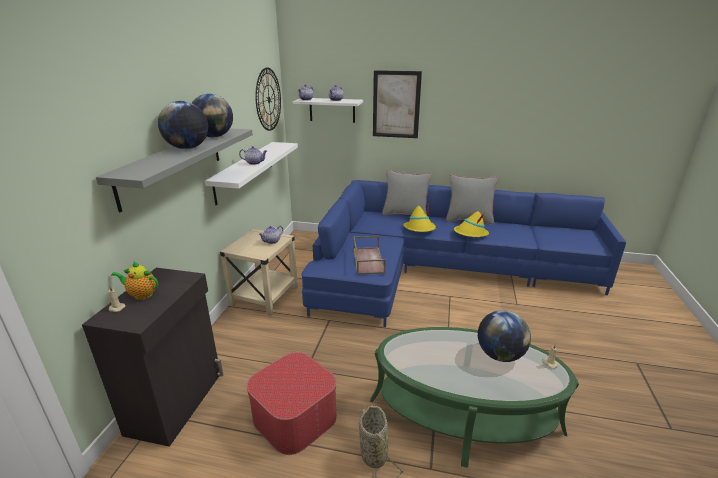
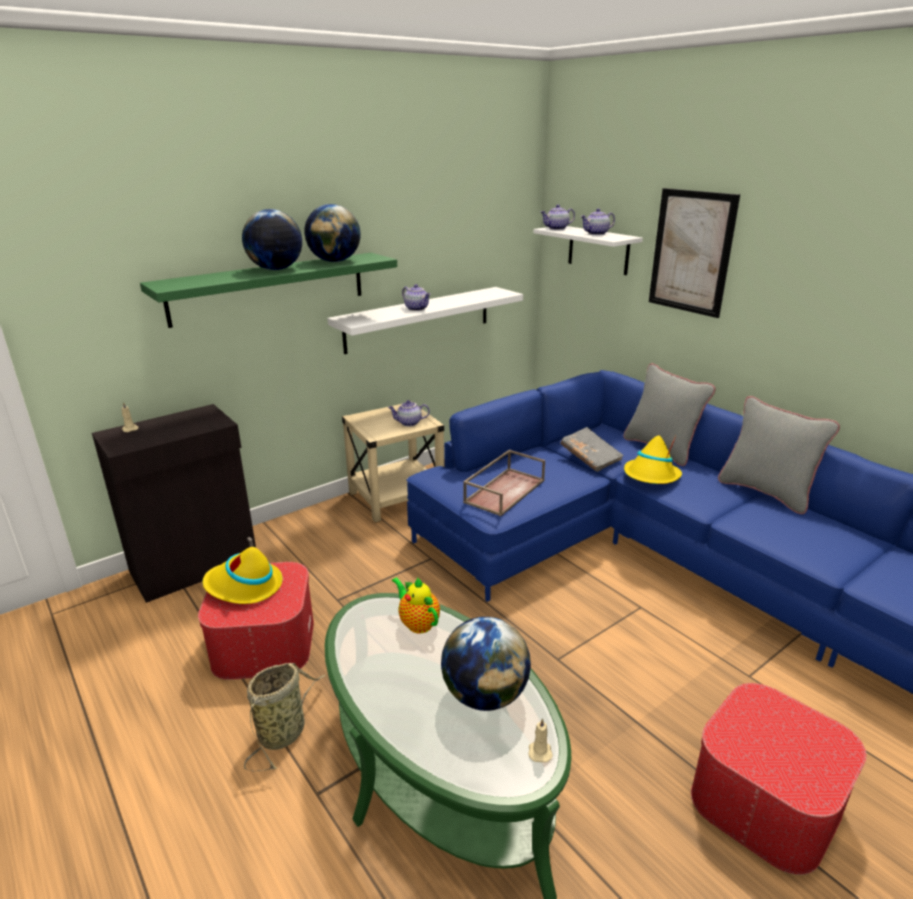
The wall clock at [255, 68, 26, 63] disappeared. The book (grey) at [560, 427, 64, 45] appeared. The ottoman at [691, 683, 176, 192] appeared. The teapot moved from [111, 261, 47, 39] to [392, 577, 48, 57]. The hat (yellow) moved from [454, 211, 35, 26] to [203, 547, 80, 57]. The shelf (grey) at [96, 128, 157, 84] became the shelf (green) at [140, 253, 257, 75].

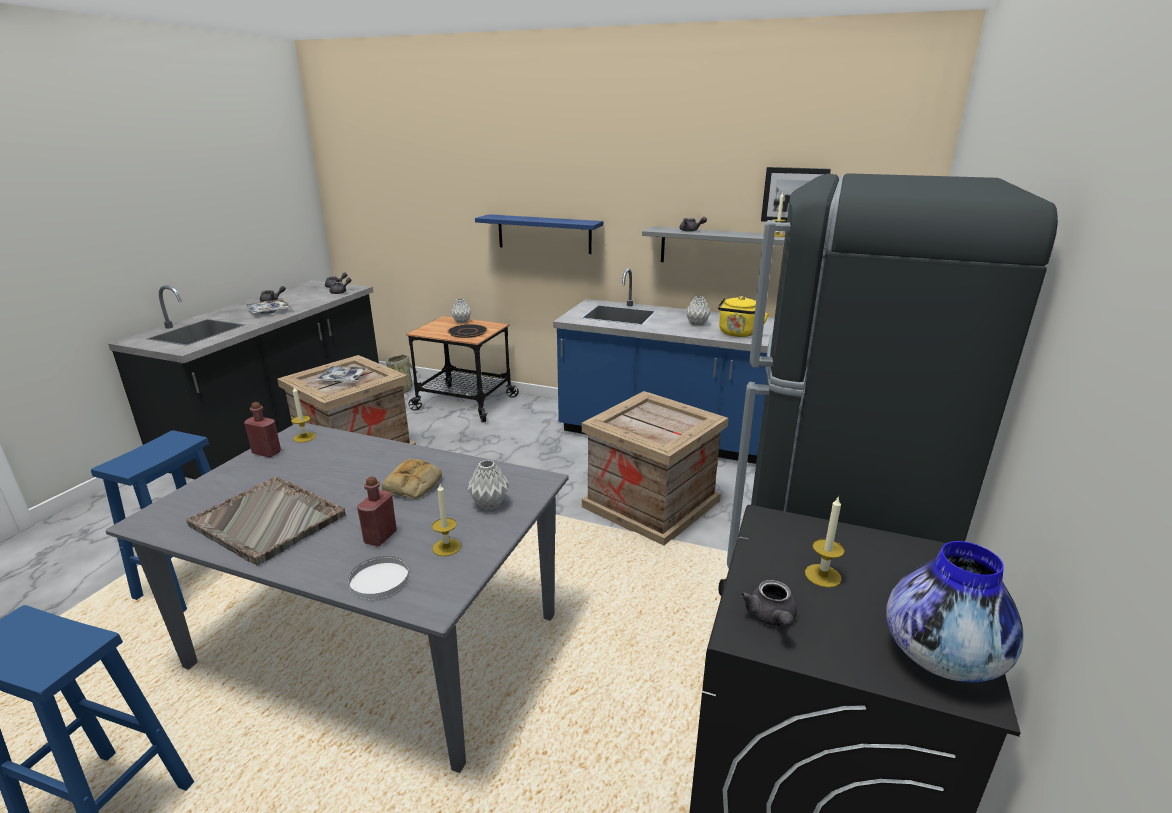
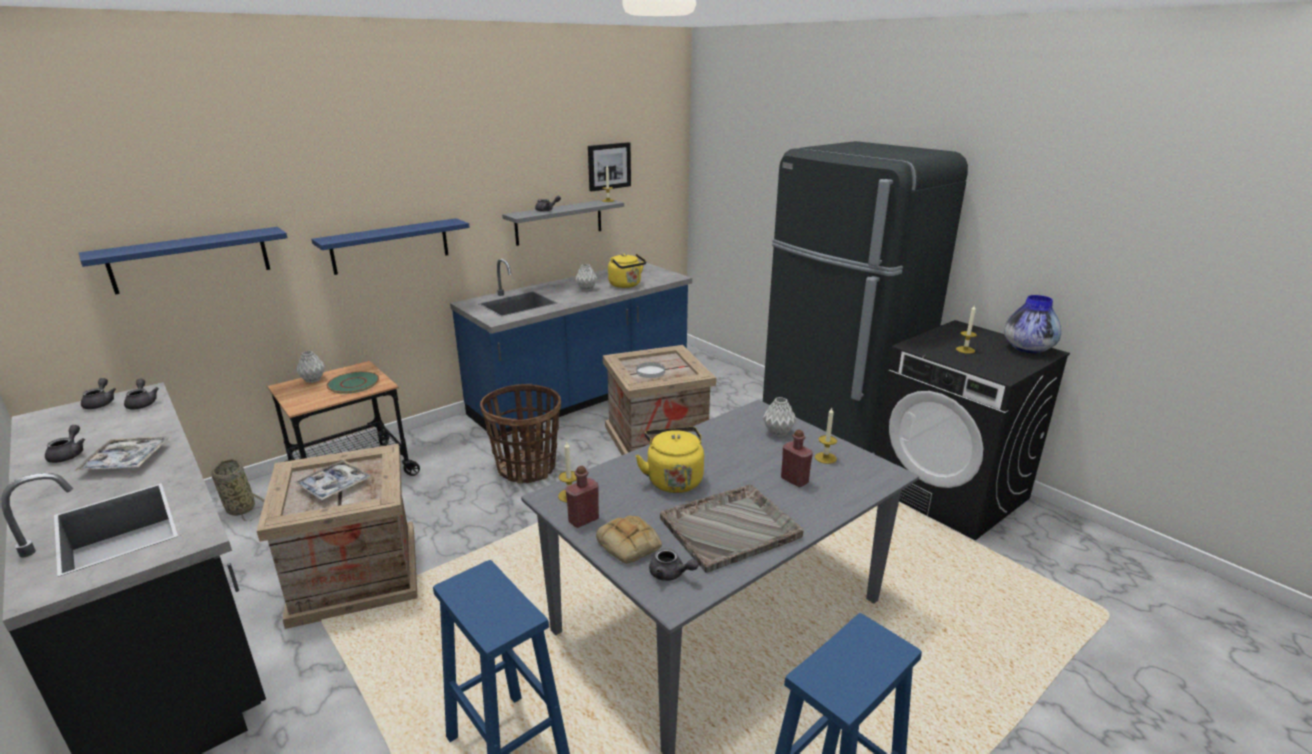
The shelf (blue) at [79, 227, 208, 67] appeared. The basket at [480, 384, 81, 100] appeared. The kettle (yellow) at [635, 427, 69, 66] appeared. The plate (white) moved from [348, 556, 61, 45] to [636, 362, 29, 16]. The bread moved from [382, 459, 60, 40] to [596, 516, 66, 48]. The teapot (grey) moved from [741, 580, 56, 47] to [649, 548, 49, 33]. The plate (black) at [448, 324, 39, 14] became the plate (green) at [326, 371, 53, 23].

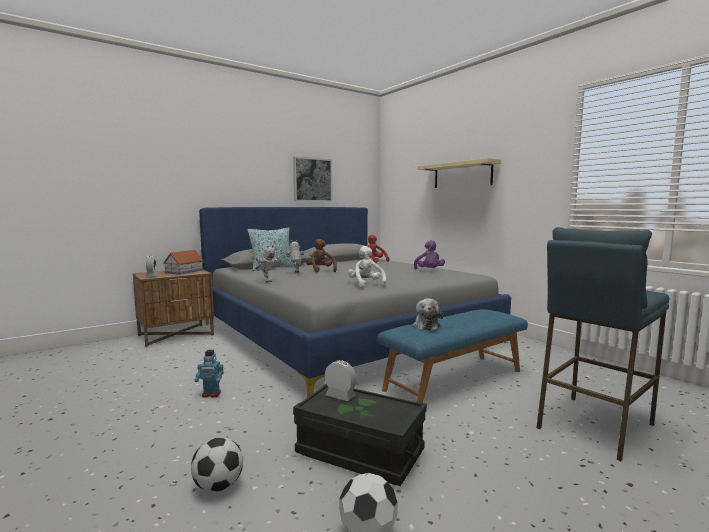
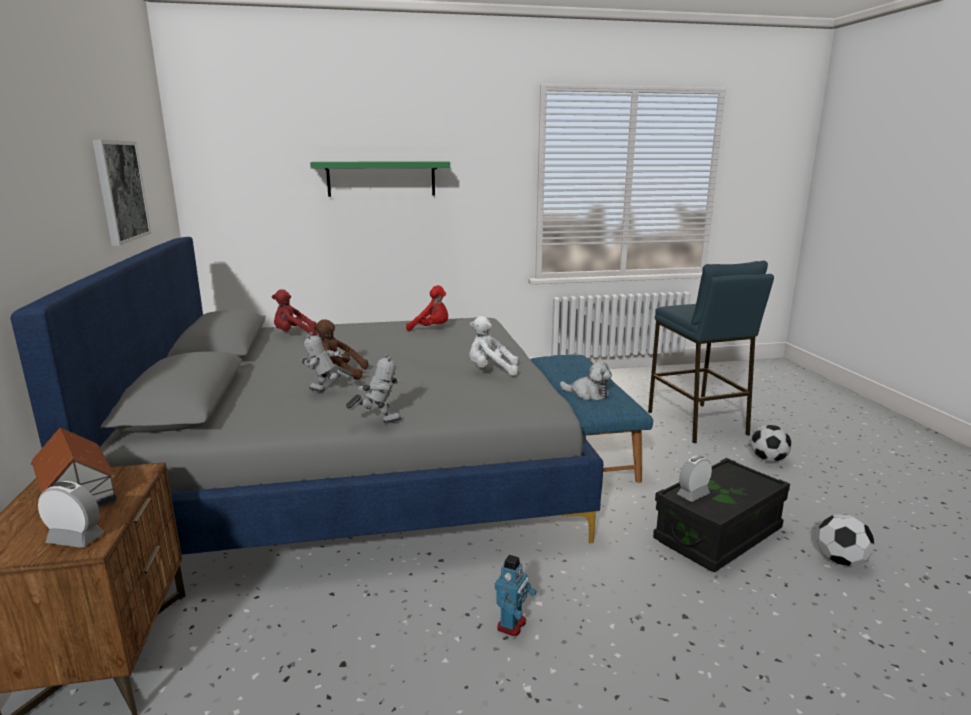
The pillow at [248, 227, 47, 44] disappeared. The football moved from [191, 437, 52, 55] to [751, 425, 40, 37]. The plush toy (purple) at [414, 240, 31, 30] became the plush toy (red) at [406, 285, 42, 46]. The shelf (beige) at [417, 158, 84, 30] became the shelf (green) at [310, 161, 140, 36].

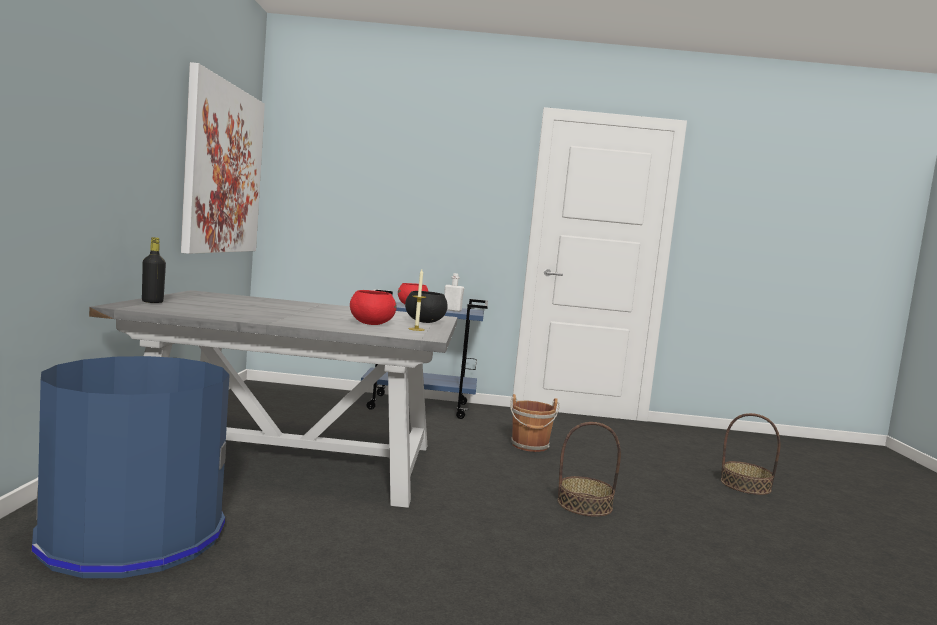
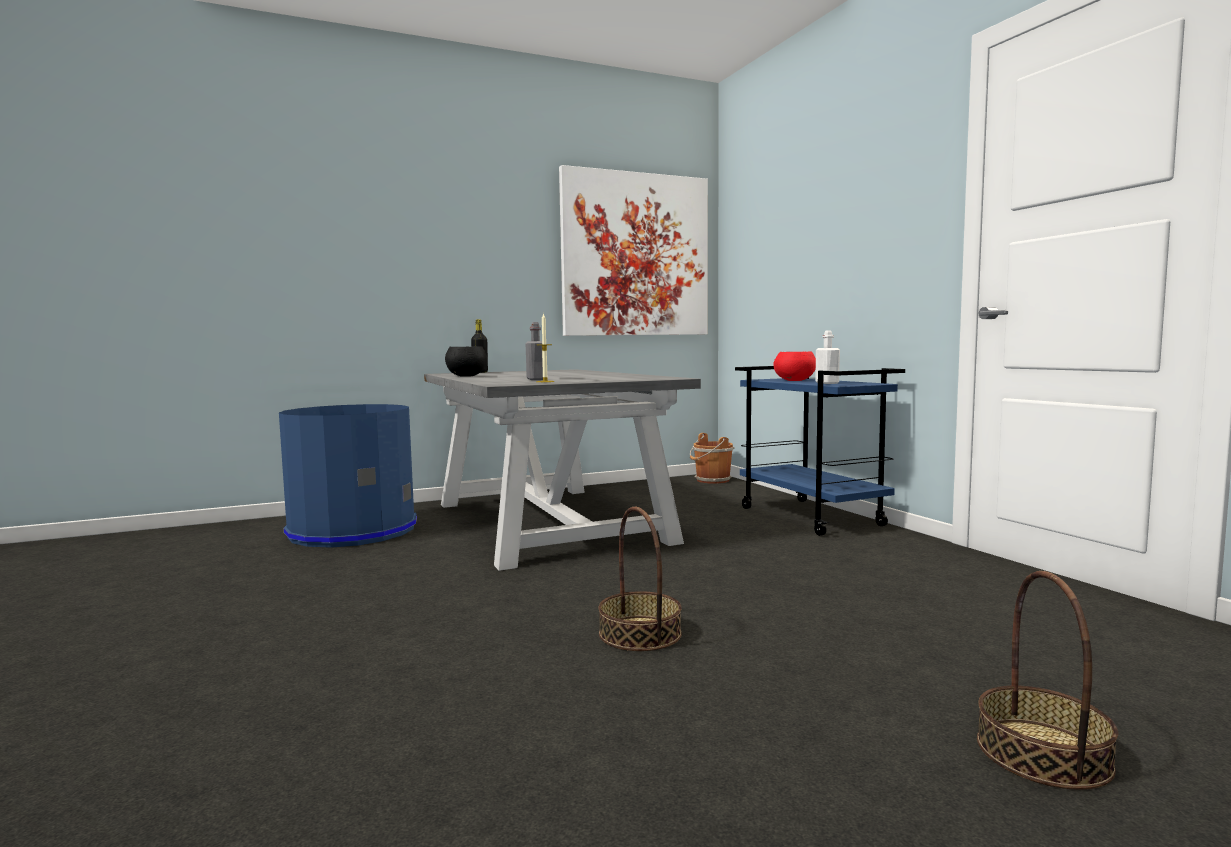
The bowl (black) moved from [405, 291, 43, 32] to [445, 346, 42, 31]. The bucket (brown) moved from [510, 394, 50, 58] to [690, 433, 45, 50]. The bowl (red) at [350, 290, 47, 35] was replaced by the bottle (grey) at [526, 322, 17, 58].

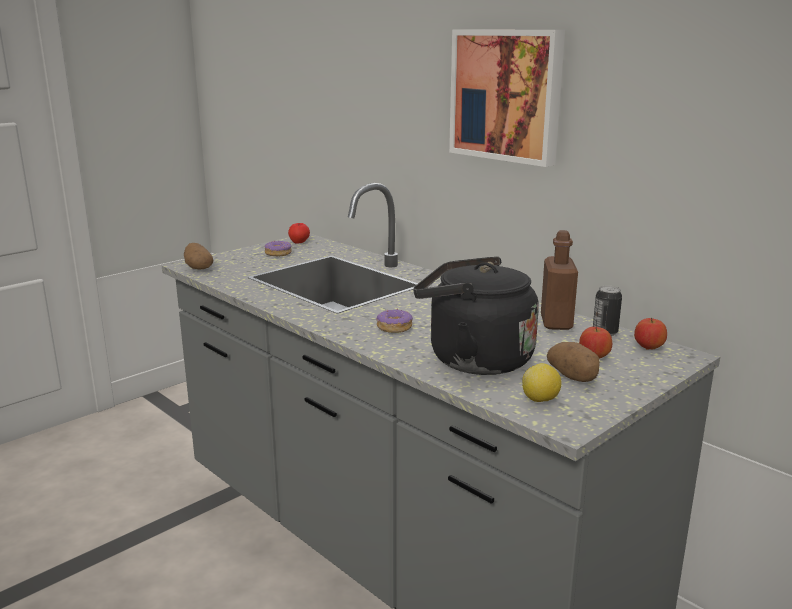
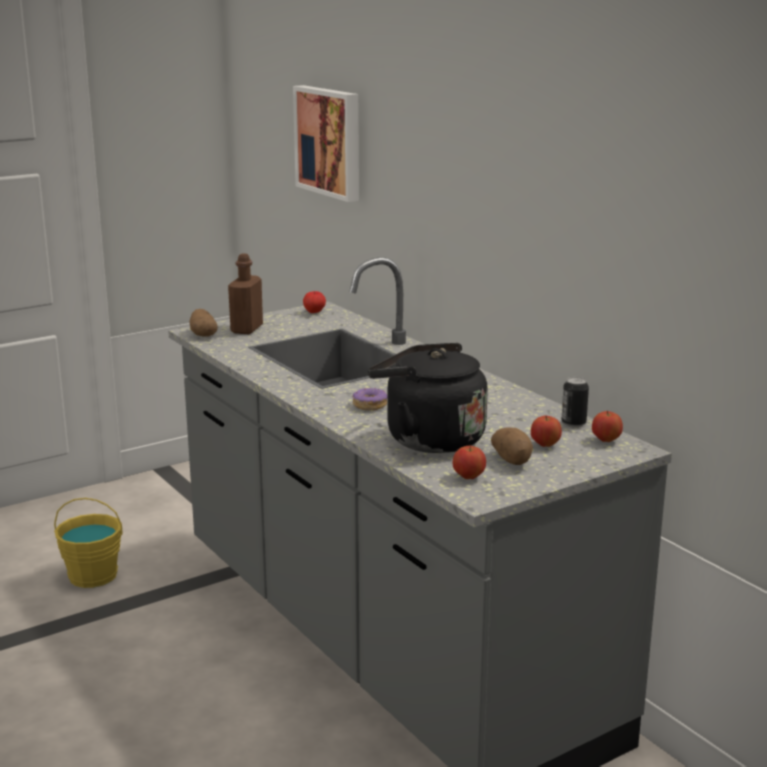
The donut at [264, 240, 28, 16] disappeared. The bucket (yellow) at [54, 498, 68, 90] appeared. The picture moved from [449, 30, 116, 137] to [293, 85, 66, 117]. The bottle (brown) moved from [541, 230, 37, 100] to [228, 253, 35, 81]. The lemon at [522, 363, 40, 39] was replaced by the apple at [453, 446, 33, 33].

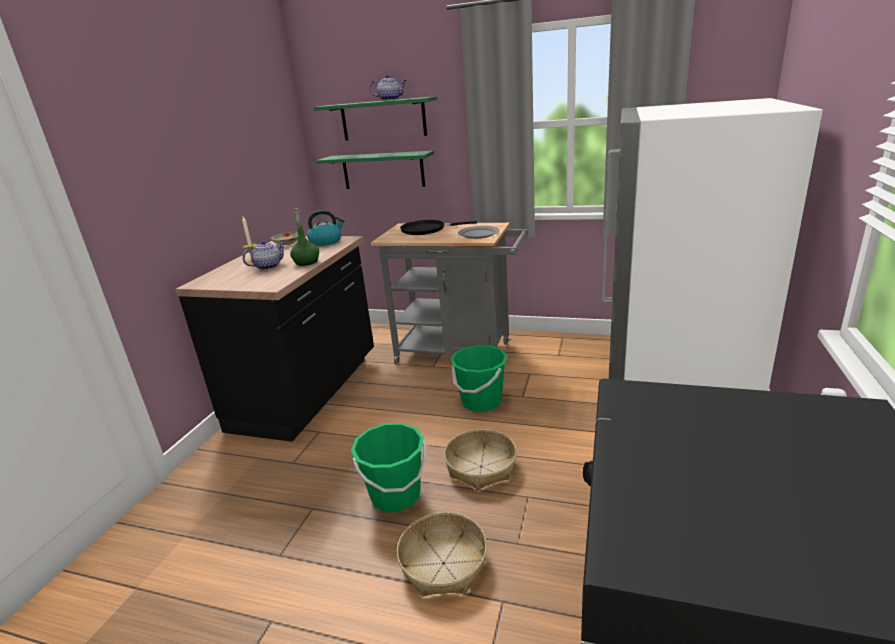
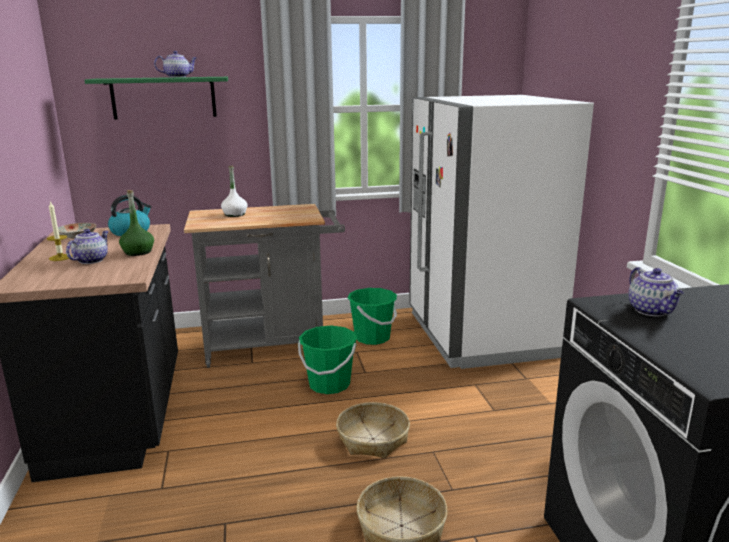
The shelf (green) at [316, 151, 118, 38] disappeared. The plate (grey) at [458, 226, 41, 13] disappeared. The teapot at [629, 267, 55, 49] appeared. The bucket (green) moved from [351, 423, 75, 89] to [348, 288, 49, 57]. The frying pan (black) at [400, 220, 77, 15] was replaced by the bottle (white) at [221, 165, 26, 52].

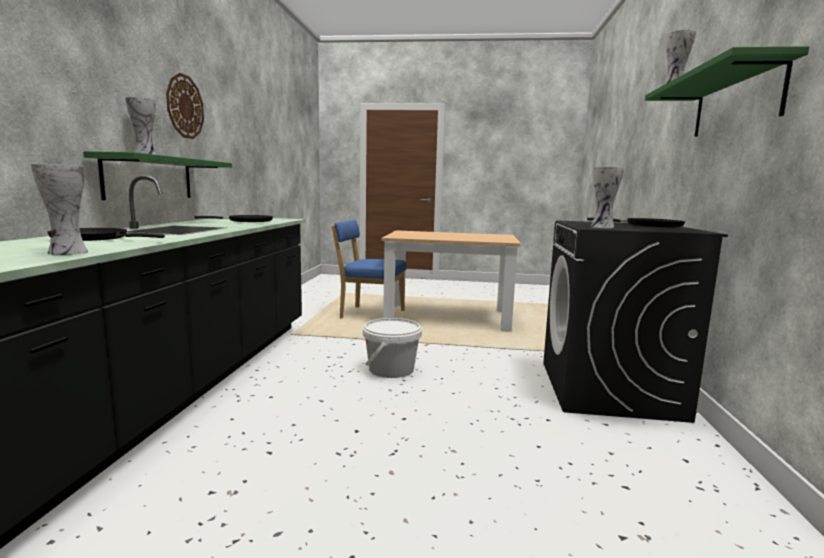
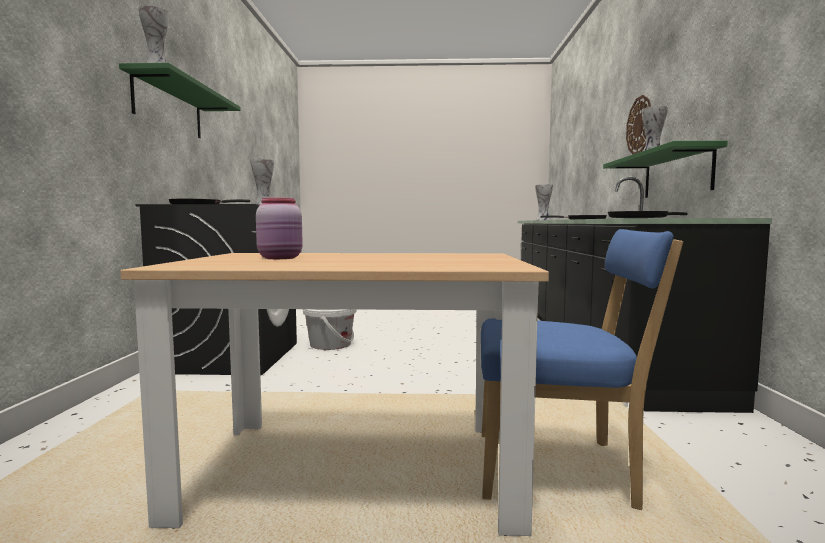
The jar (pink) at [256, 198, 47, 61] appeared. The wall clock moved from [166, 73, 38, 66] to [626, 95, 25, 59]. The bucket (white) moved from [363, 318, 59, 60] to [303, 309, 54, 41].

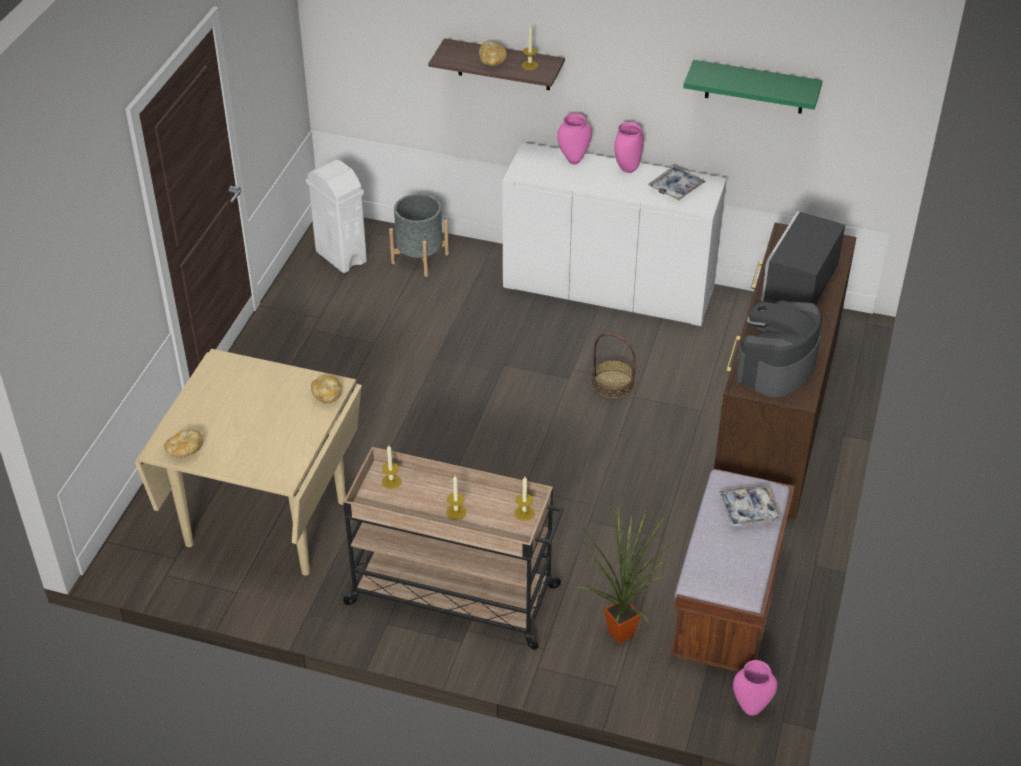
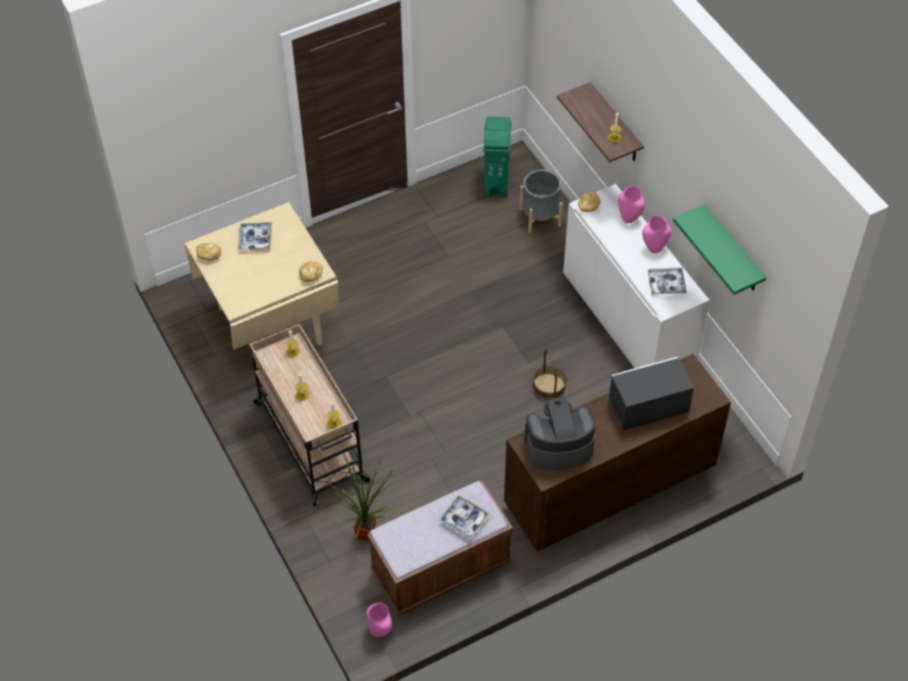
The tray at [238, 222, 34, 28] appeared. The bread moved from [479, 41, 28, 25] to [578, 190, 22, 22]. The trash can (white) at [306, 160, 61, 113] became the trash can (green) at [483, 117, 29, 80].

